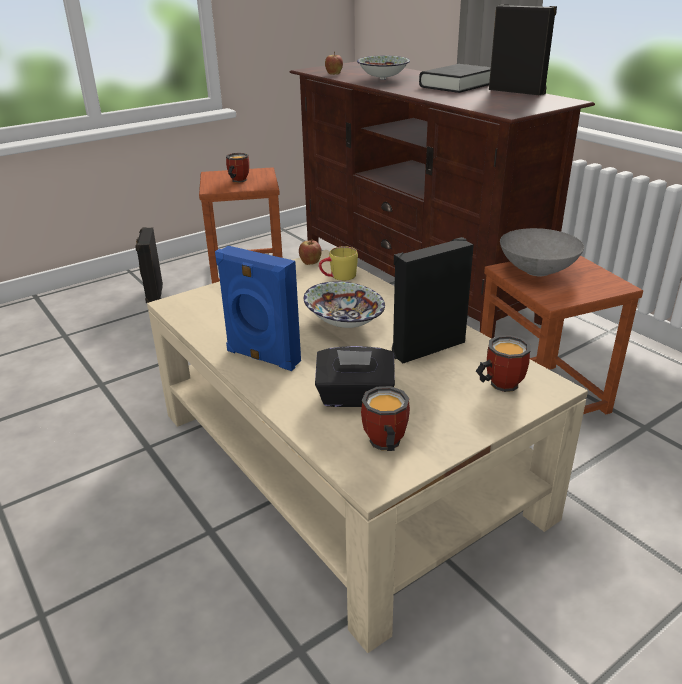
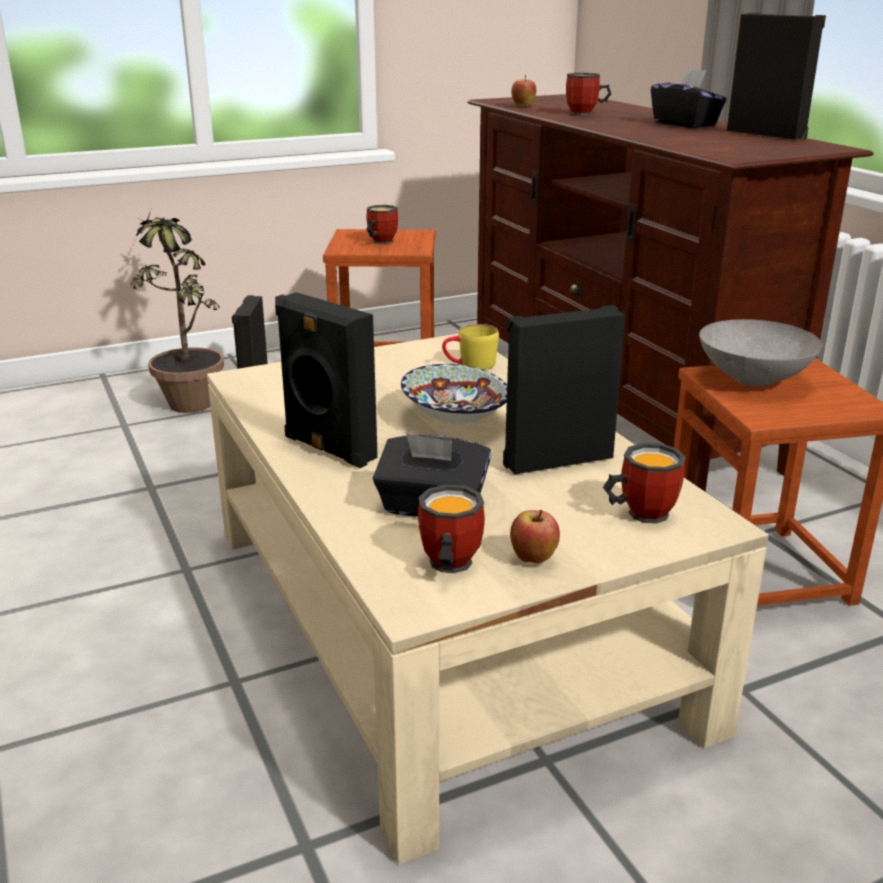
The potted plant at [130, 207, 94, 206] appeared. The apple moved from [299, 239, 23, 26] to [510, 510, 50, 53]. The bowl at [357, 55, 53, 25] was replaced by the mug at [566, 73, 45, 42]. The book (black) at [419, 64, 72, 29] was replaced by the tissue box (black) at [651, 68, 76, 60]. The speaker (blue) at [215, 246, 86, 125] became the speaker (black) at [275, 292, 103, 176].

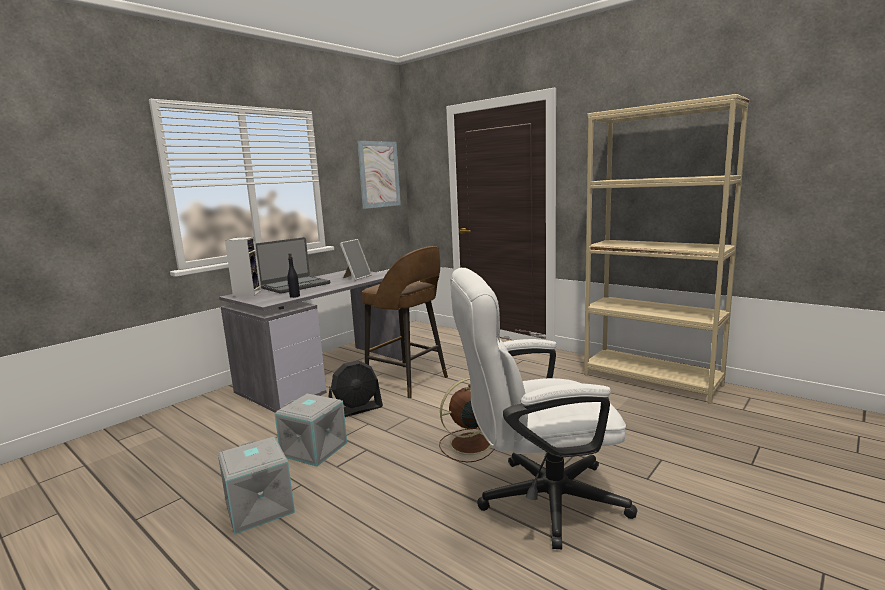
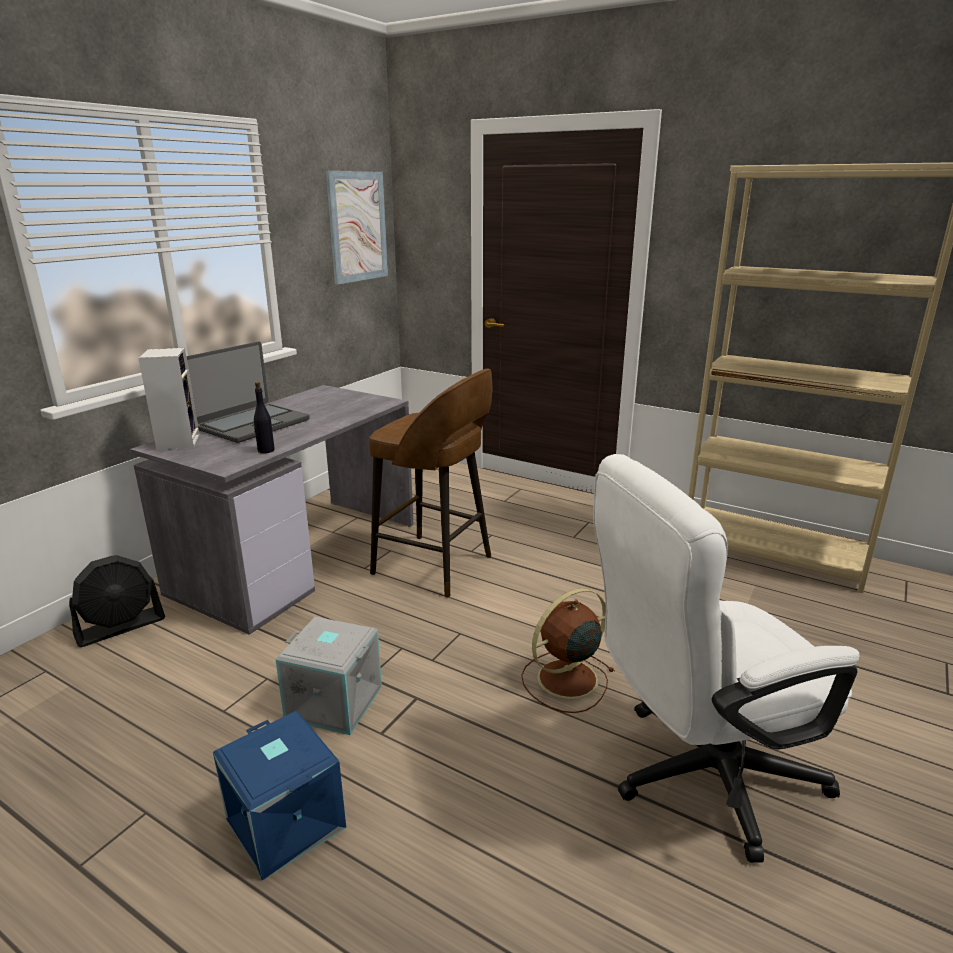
The picture frame at [340, 239, 32, 42] disappeared. The fan (black) moved from [328, 360, 55, 57] to [69, 555, 96, 92]. The storage box (grey) at [218, 437, 77, 98] became the storage box (blue) at [213, 711, 133, 170].

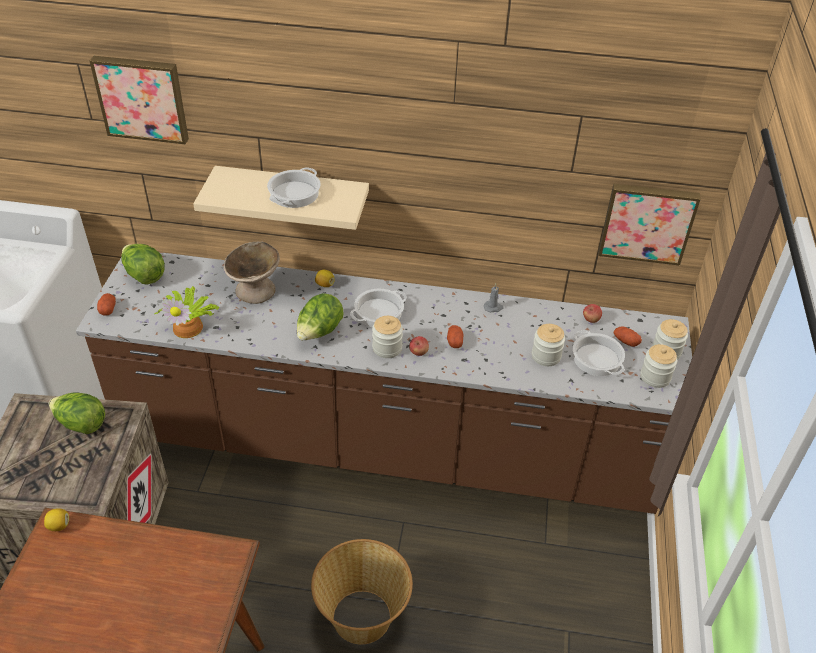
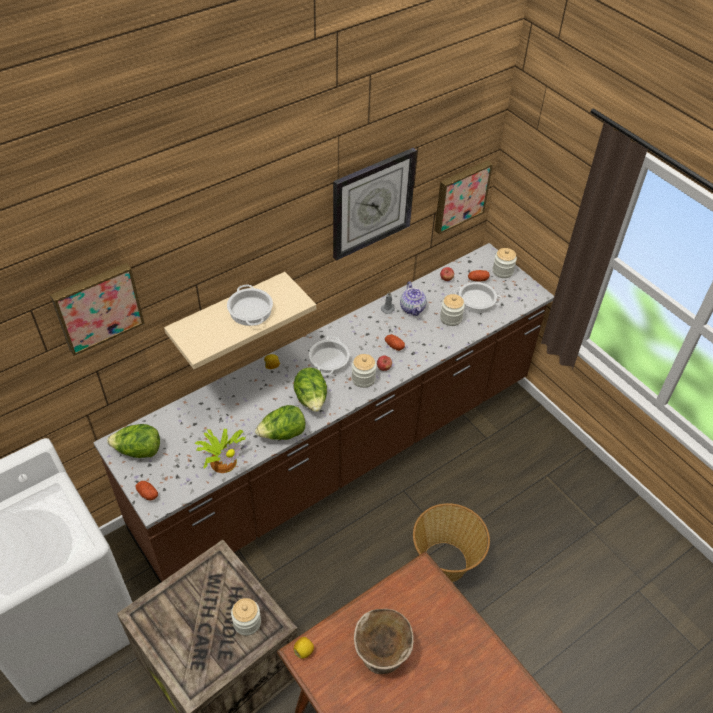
The wall clock at [333, 148, 84, 113] appeared. The teapot at [400, 281, 27, 35] appeared. The lettuce moved from [49, 392, 56, 42] to [255, 405, 50, 35]. The bowl (beige) moved from [224, 241, 56, 63] to [354, 609, 60, 65]. The jar moved from [641, 344, 36, 44] to [231, 598, 30, 38].

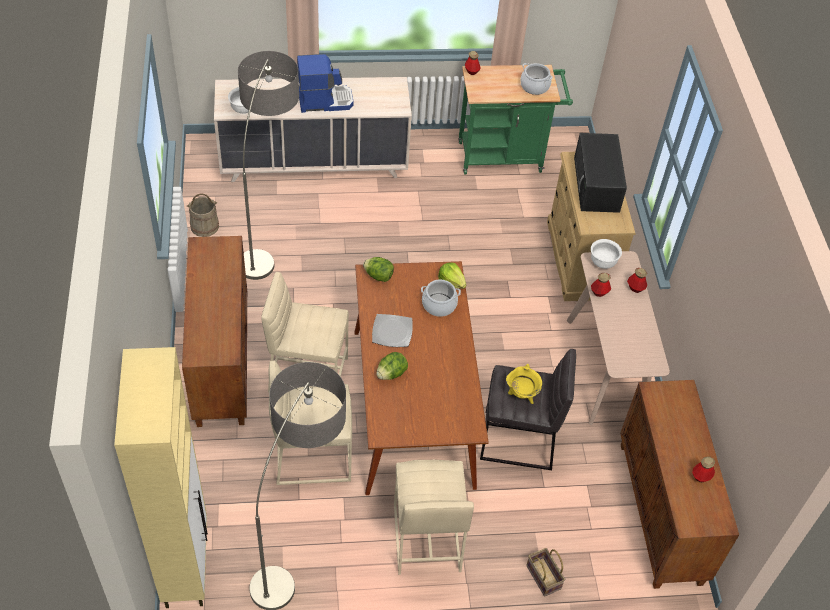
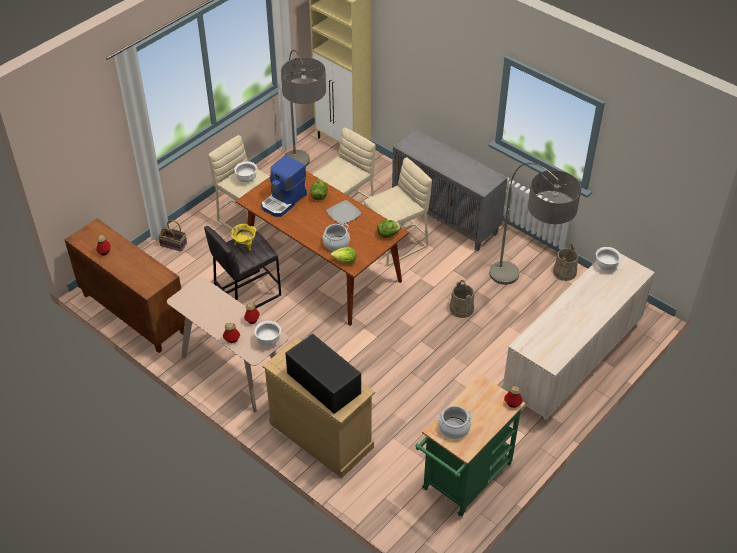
The bowl (white) at [234, 161, 23, 22] appeared. The bucket (beige) at [450, 280, 24, 38] appeared. The coffee machine moved from [297, 54, 56, 59] to [261, 155, 46, 62]. The cabinet (brown) at [182, 236, 65, 191] became the cabinet (grey) at [392, 129, 116, 122].

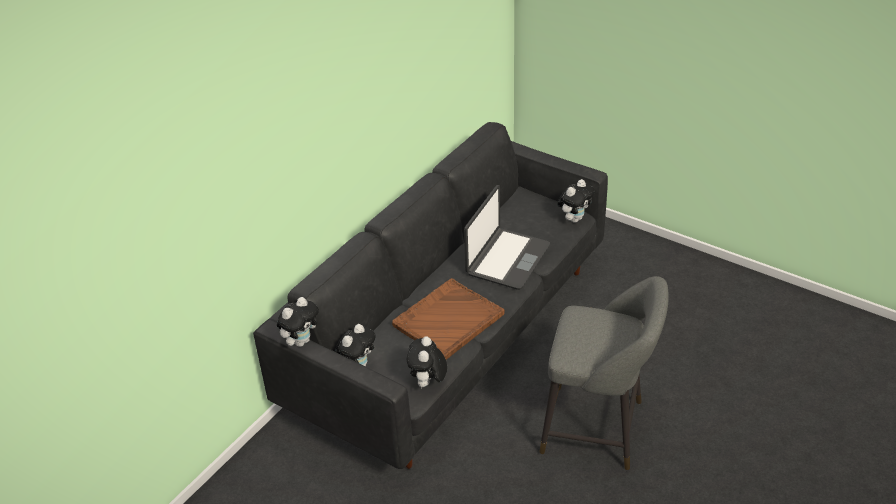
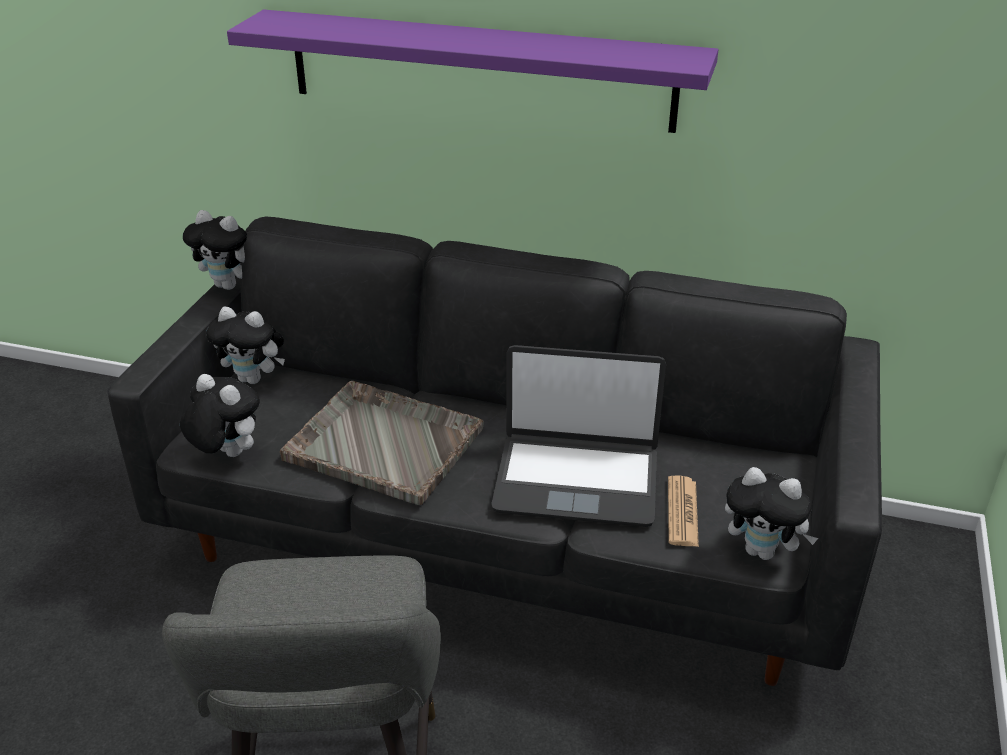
The shelf (purple) at [227, 9, 491, 124] appeared. The newspaper at [668, 476, 31, 71] appeared. The tray (brown) at [392, 278, 113, 82] became the tray (grey) at [280, 381, 204, 124]. The plush toy at [407, 337, 40, 52] turned 45 degrees clockwise.

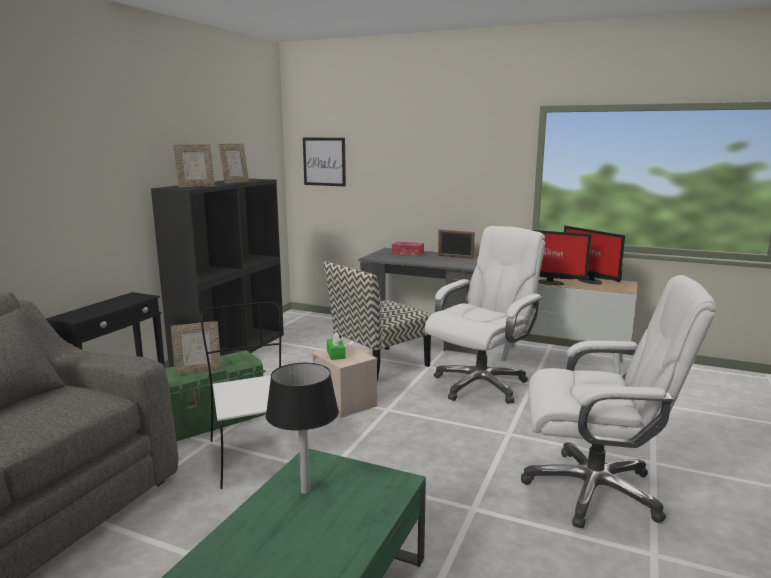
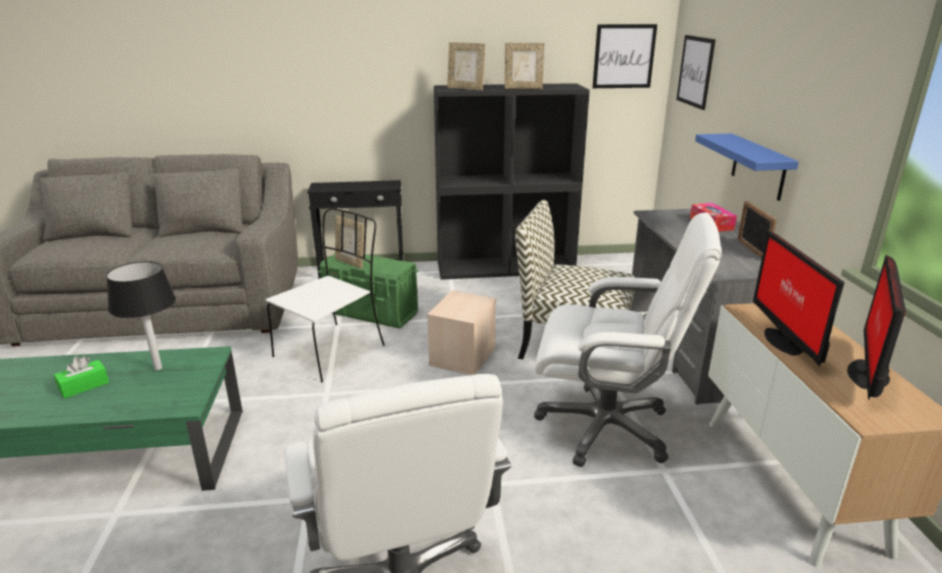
The picture at [592, 24, 65, 64] appeared. The shelf (blue) at [695, 134, 104, 67] appeared. The tissue box (green) moved from [327, 332, 18, 28] to [54, 356, 55, 43].

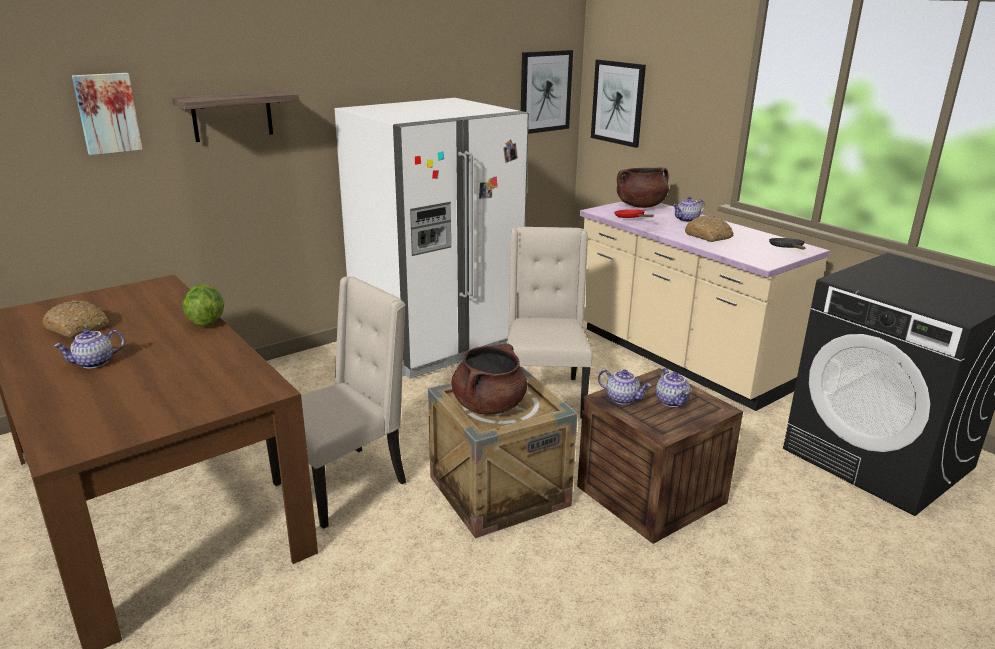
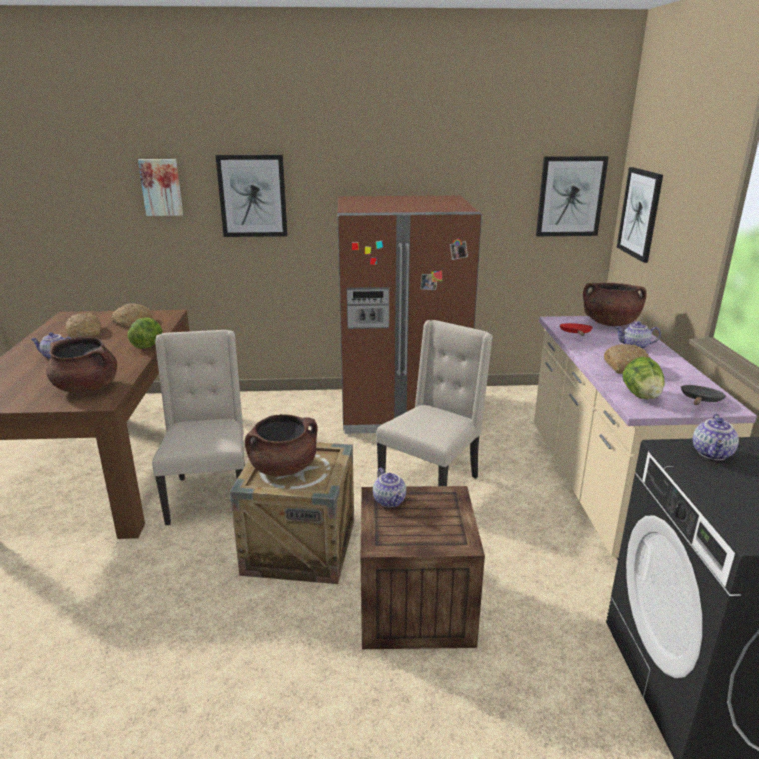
The cooking pot (brown) at [46, 337, 71, 56] appeared. The bread at [111, 303, 42, 24] appeared. The lettuce at [623, 357, 41, 43] appeared. The teapot moved from [656, 368, 35, 39] to [693, 414, 46, 46]. The shelf at [172, 90, 127, 52] was replaced by the picture at [215, 155, 73, 82]. The fridge (white) at [335, 98, 194, 281] became the fridge (brown) at [337, 195, 145, 239]. The chair (beige) at [266, 276, 140, 253] turned 90 degrees counterclockwise.

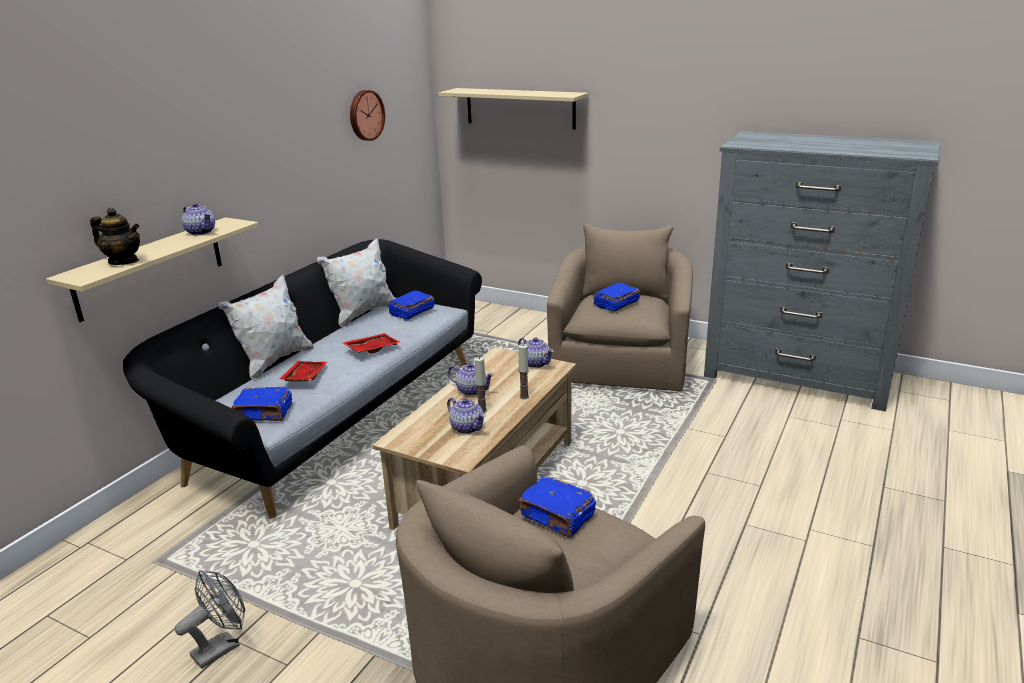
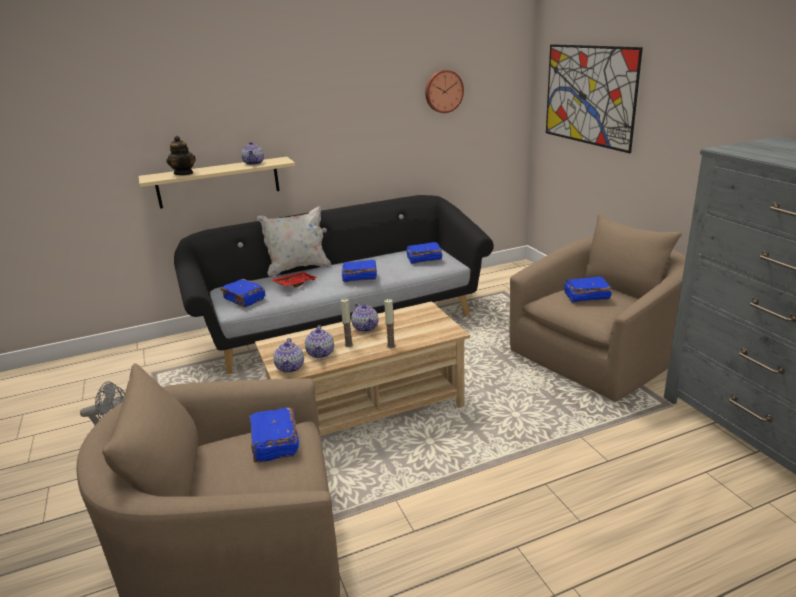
The pillow (white) at [317, 238, 79, 89] disappeared. The teapot moved from [518, 337, 36, 31] to [273, 338, 31, 35]. The tray (red) at [342, 333, 59, 21] was replaced by the book (blue) at [342, 260, 35, 23]. The shelf (beige) at [439, 88, 149, 41] was replaced by the picture at [546, 44, 97, 109].

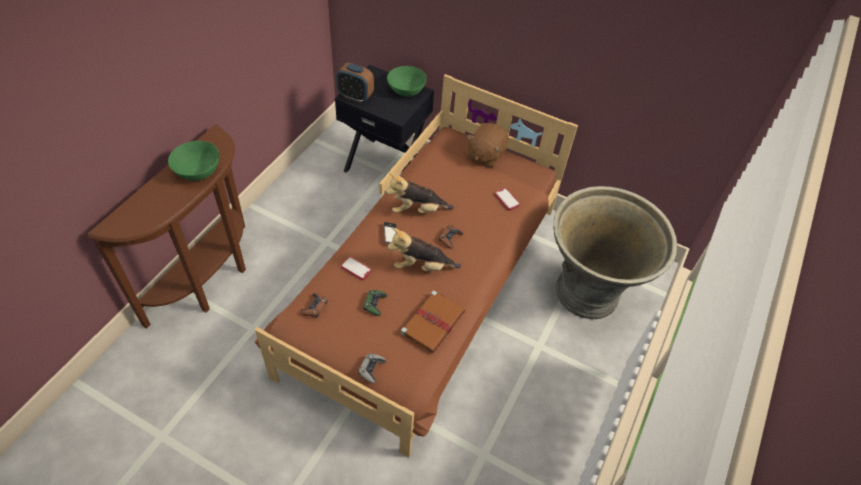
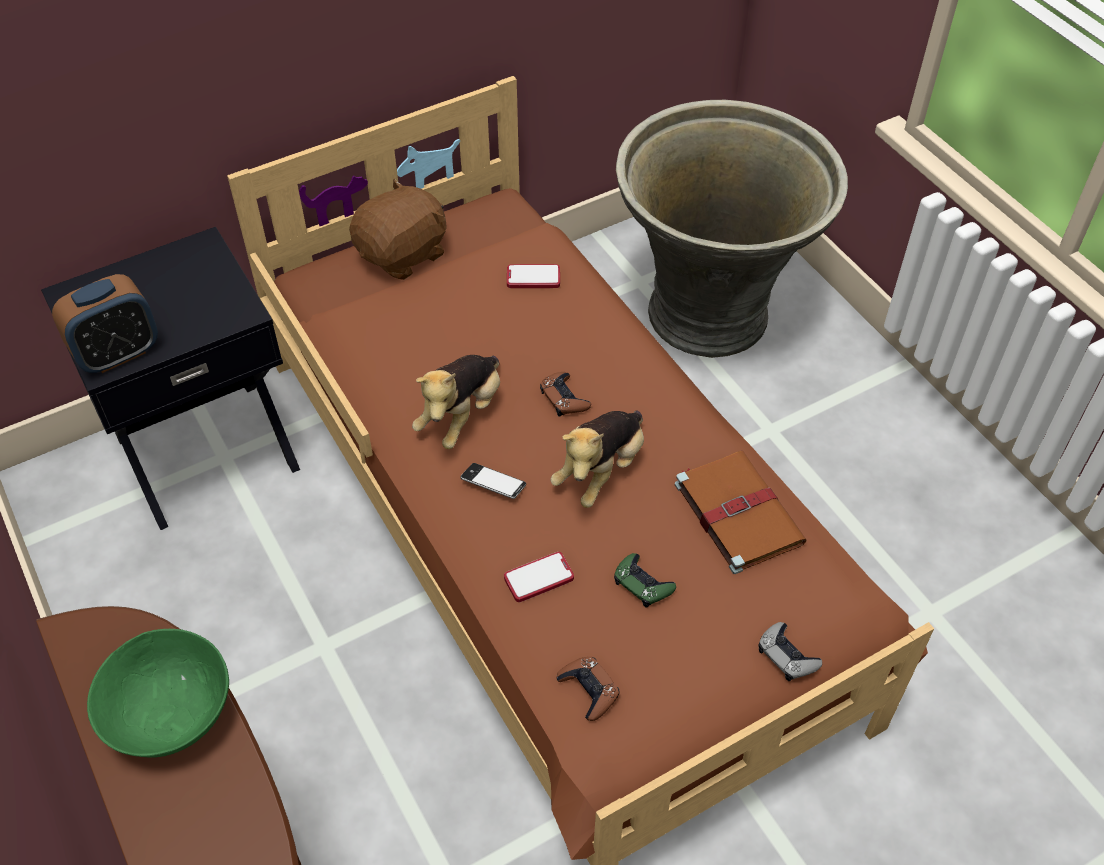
The bowl (green) at [387, 66, 40, 31] disappeared. The plush toy (brown) at [467, 123, 42, 45] turned 105 degrees counterclockwise.

